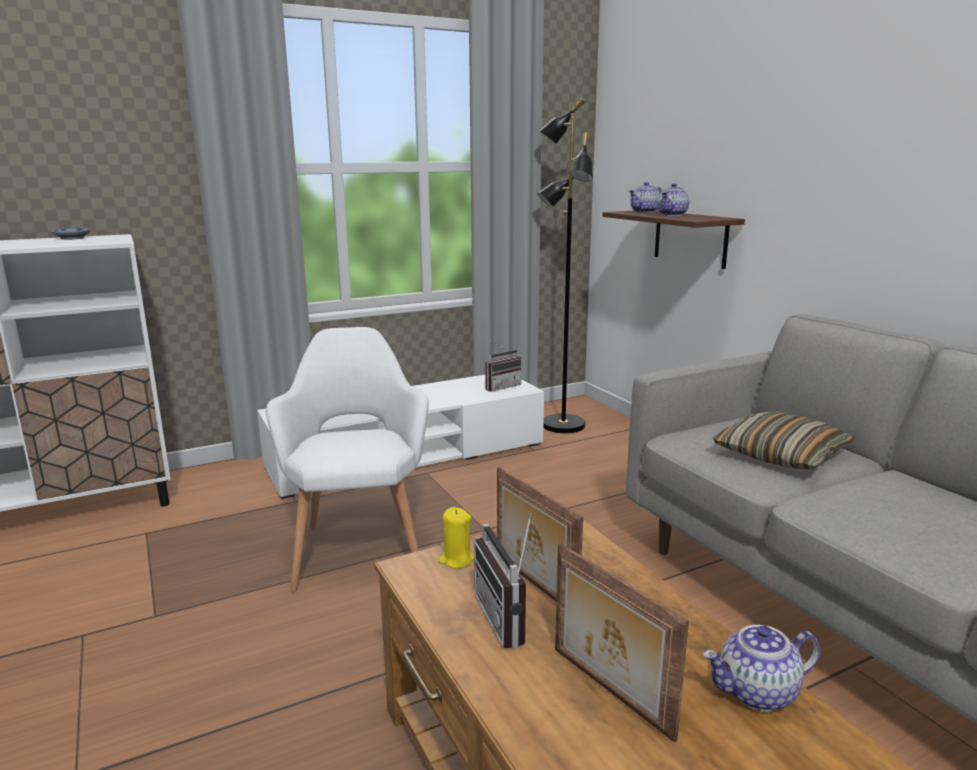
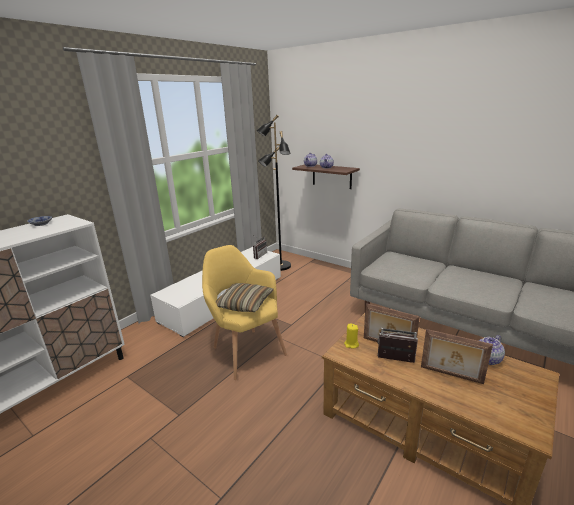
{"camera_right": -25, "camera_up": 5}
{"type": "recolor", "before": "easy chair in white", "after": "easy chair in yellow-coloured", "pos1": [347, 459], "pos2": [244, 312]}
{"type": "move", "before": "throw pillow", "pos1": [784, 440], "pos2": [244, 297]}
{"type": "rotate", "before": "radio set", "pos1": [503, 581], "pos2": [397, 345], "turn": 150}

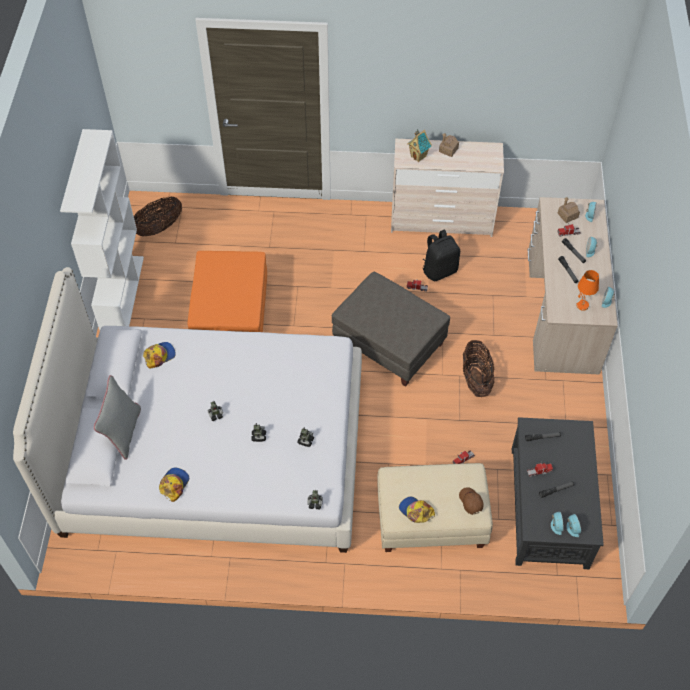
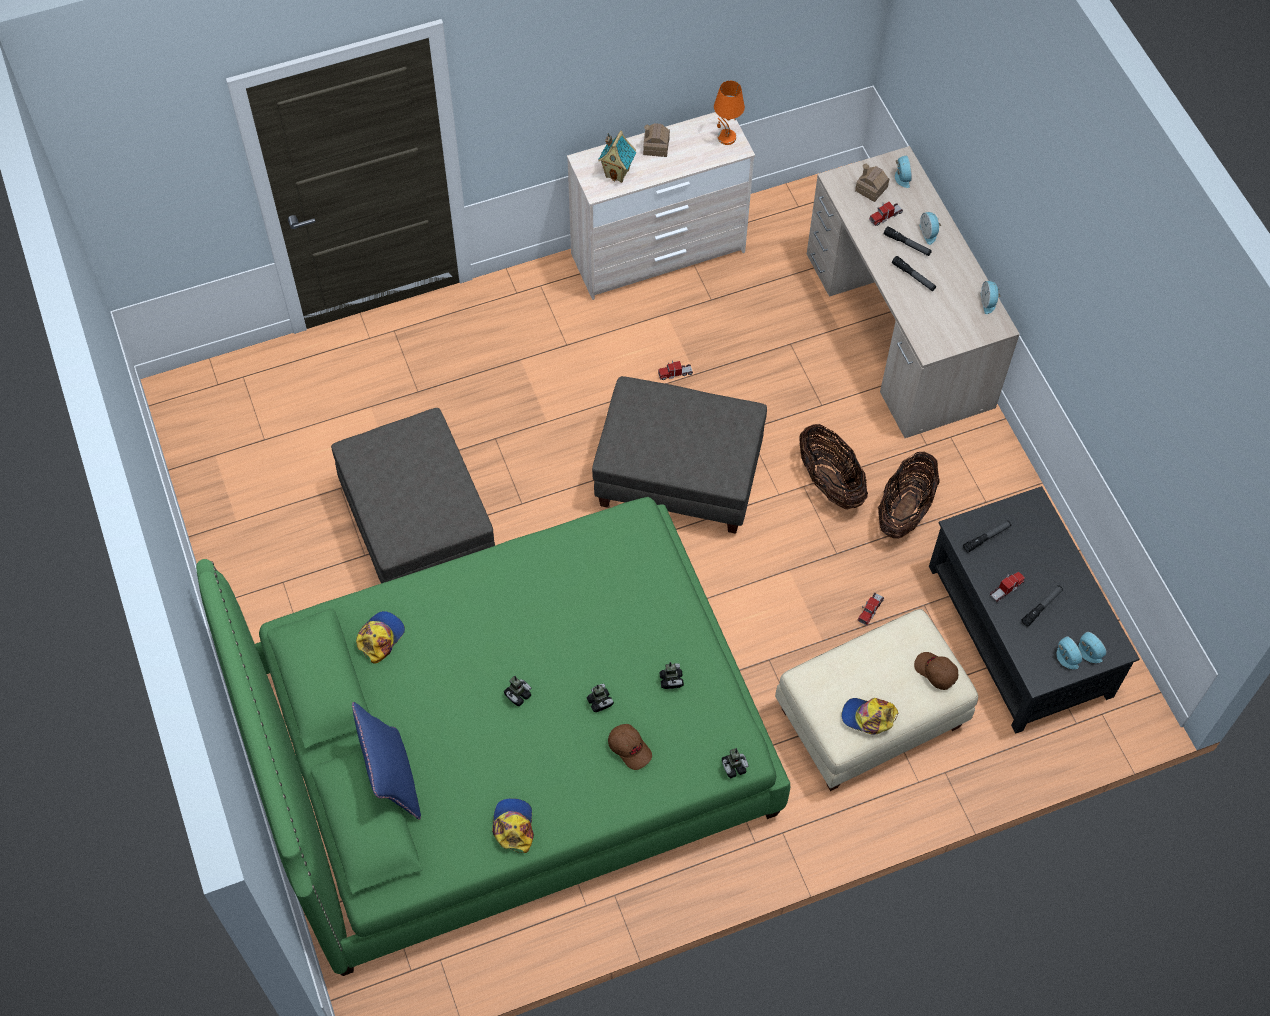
{"camera_right": -25, "camera_up": 5}
{"type": "recolor", "before": "bedroom bed in white", "after": "bedroom bed in green", "pos1": [187, 410], "pos2": [493, 736]}
{"type": "recolor", "before": "footrest in orange", "after": "footrest in grey", "pos1": [227, 291], "pos2": [413, 495]}
{"type": "recolor", "before": "throw pillow in grey", "after": "throw pillow in bluish", "pos1": [117, 417], "pos2": [386, 761]}
{"type": "insert", "after": "baseball cap in brown-coloured", "pos2": [630, 747]}
{"type": "move", "before": "tabletop lamp in orange", "pos1": [587, 290], "pos2": [729, 113]}
{"type": "move", "before": "household basket", "pos1": [158, 216], "pos2": [909, 495]}
{"type": "delete", "before": "bookcase in white", "pos1": [102, 229]}
{"type": "delete", "before": "knapsack in blackish", "pos1": [441, 255]}

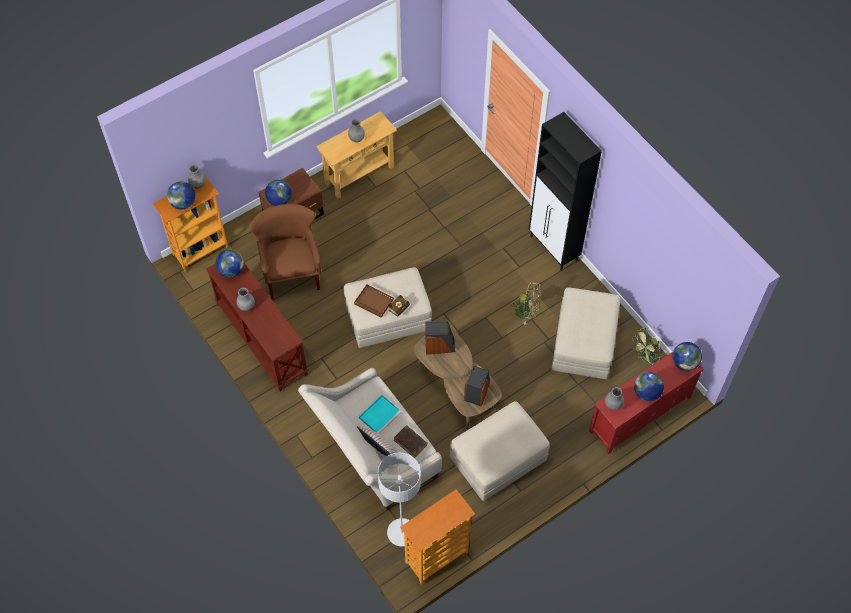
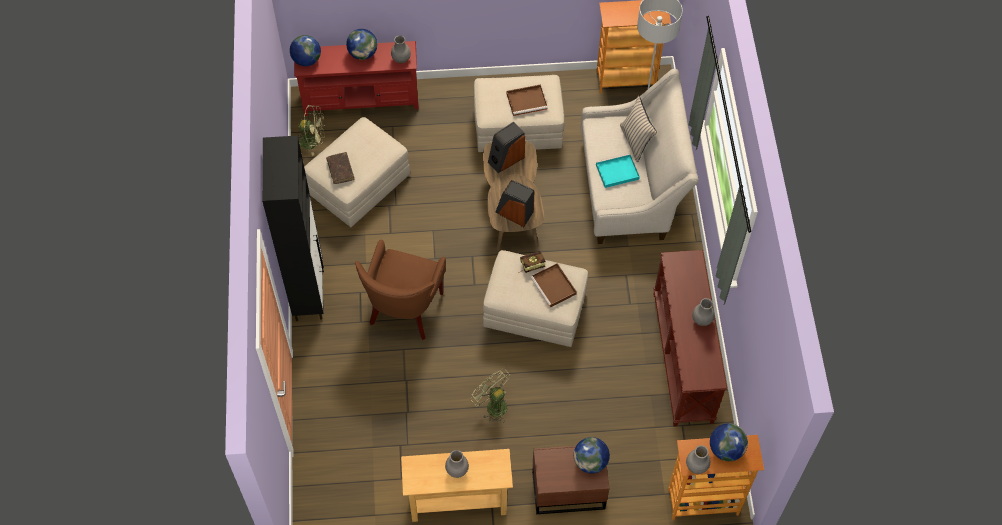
{"camera_right": -150, "camera_up": 0}
{"type": "move", "before": "bound book in brown-coloured", "pos1": [411, 441], "pos2": [340, 168]}
{"type": "move", "before": "easy chair in brown-coloured", "pos1": [285, 251], "pos2": [400, 290]}
{"type": "move", "before": "cooling fan in green", "pos1": [526, 303], "pos2": [490, 396]}
{"type": "insert", "after": "serving tray in brown-coloured", "pos2": [527, 100]}
{"type": "delete", "before": "desk globe", "pos1": [230, 263]}

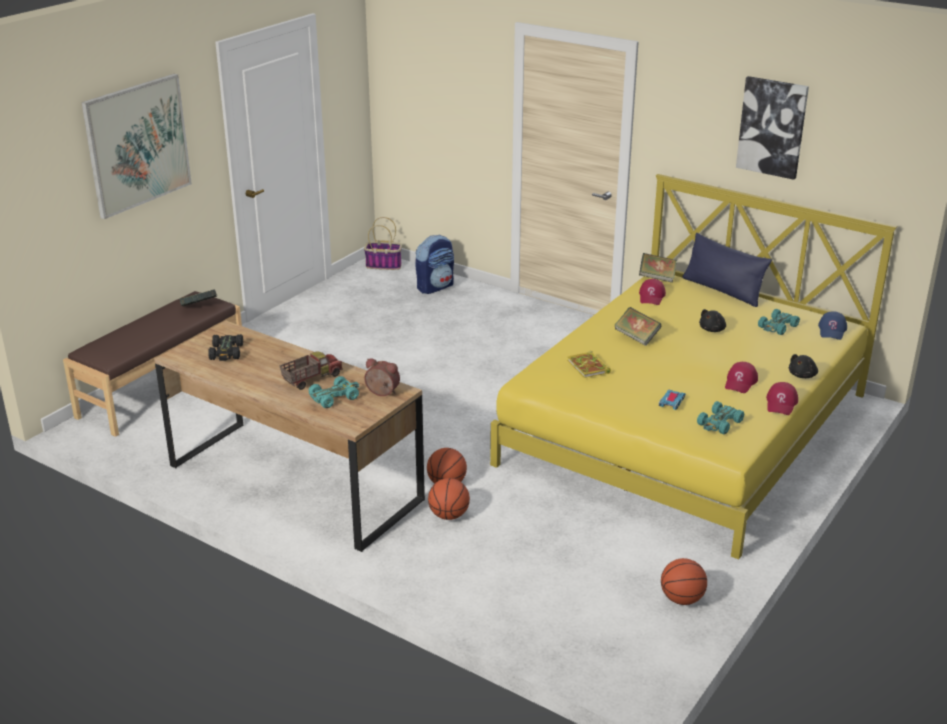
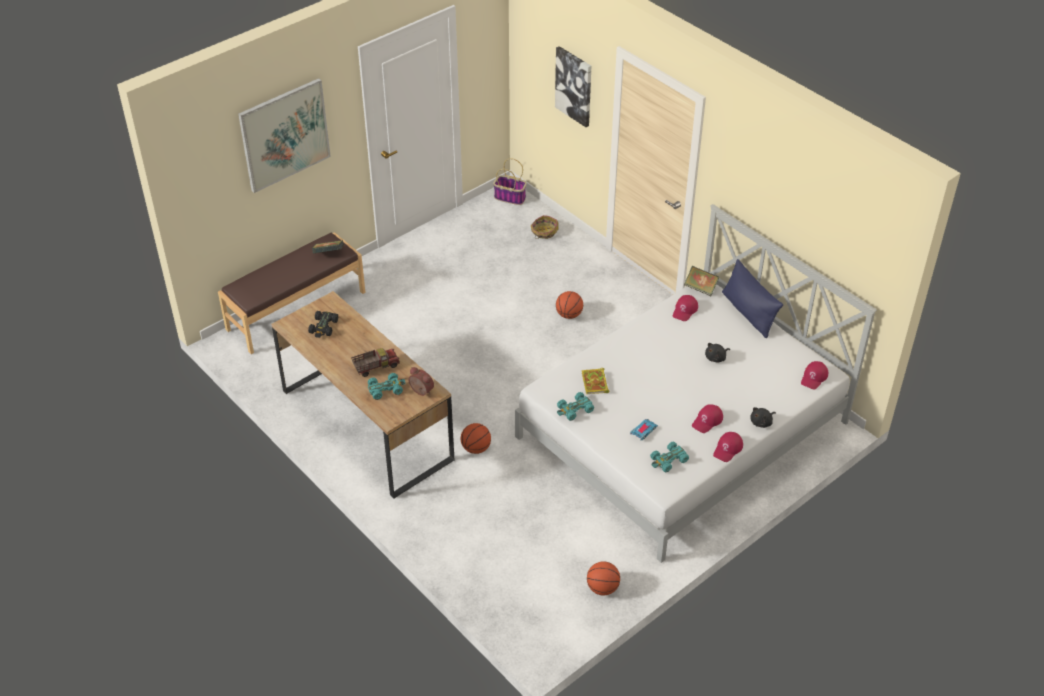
{"camera_right": 15, "camera_up": 15}
{"type": "recolor", "before": "bedroom bed in yellow-coloured", "after": "bedroom bed in white", "pos1": [693, 366], "pos2": [696, 383]}
{"type": "replace", "before": "knapsack", "after": "household basket", "pos1": [434, 264], "pos2": [545, 227]}
{"type": "move", "before": "picture", "pos1": [772, 128], "pos2": [573, 86]}
{"type": "move", "before": "basketball", "pos1": [449, 499], "pos2": [569, 305]}
{"type": "move", "before": "model car in turquoise", "pos1": [779, 322], "pos2": [575, 406]}
{"type": "recolor", "before": "baseball cap in bluish", "after": "baseball cap in red-coloured", "pos1": [832, 325], "pos2": [814, 375]}
{"type": "delete", "before": "bound book", "pos1": [638, 326]}

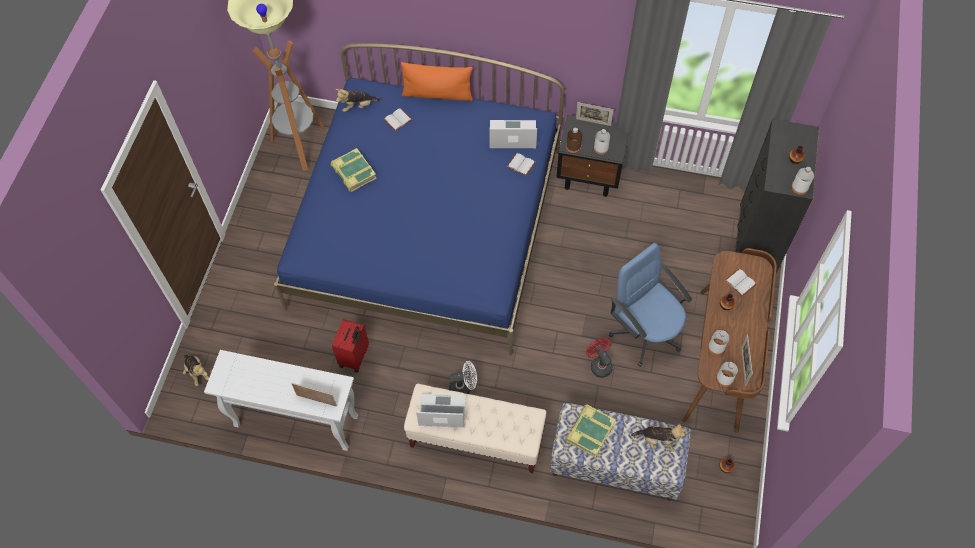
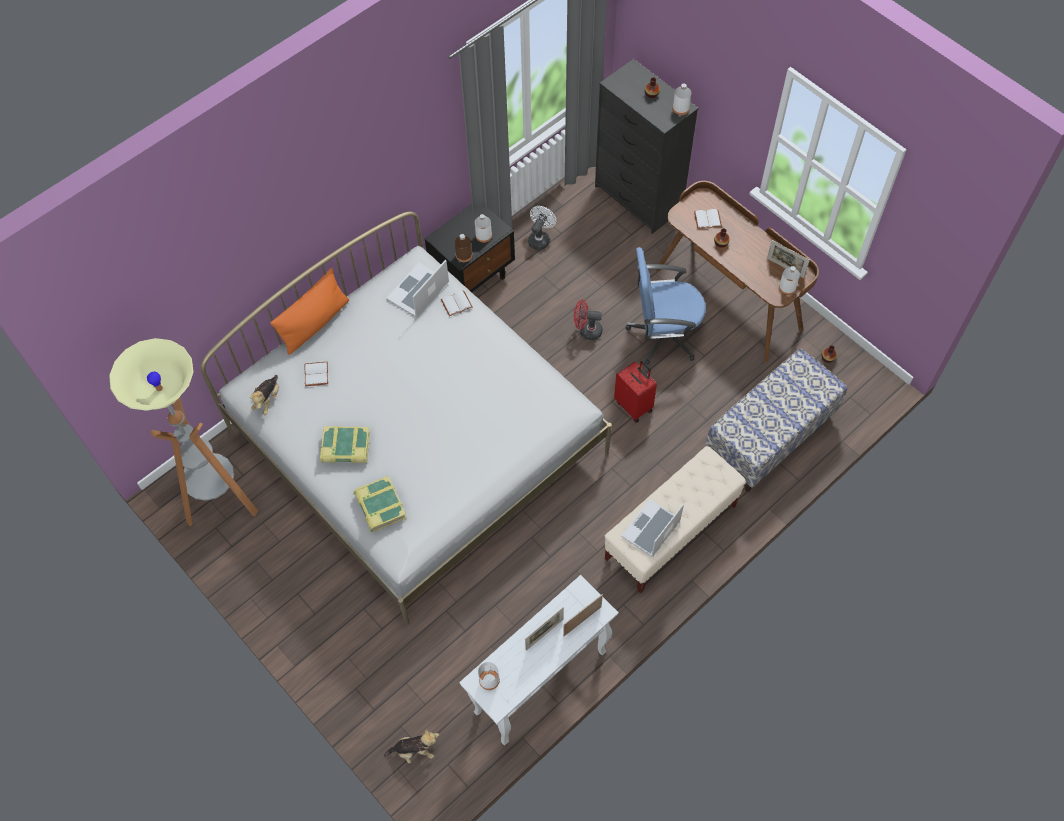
{"camera_right": -55, "camera_up": 0}
{"type": "recolor", "before": "bedroom bed in bluish", "after": "bedroom bed in white", "pos1": [419, 199], "pos2": [406, 418]}
{"type": "move", "before": "bound book", "pos1": [590, 431], "pos2": [380, 504]}
{"type": "move", "before": "beverage bottle in white", "pos1": [718, 342], "pos2": [489, 676]}
{"type": "move", "before": "standing frame", "pos1": [595, 114], "pos2": [544, 629]}
{"type": "move", "before": "cooling fan in white", "pos1": [463, 377], "pos2": [542, 228]}
{"type": "move", "before": "cooling fan in red-coloured", "pos1": [599, 358], "pos2": [588, 319]}
{"type": "move", "before": "piece of luggage in red-coloured", "pos1": [350, 346], "pos2": [635, 391]}
{"type": "delete", "before": "soft toy", "pos1": [659, 438]}

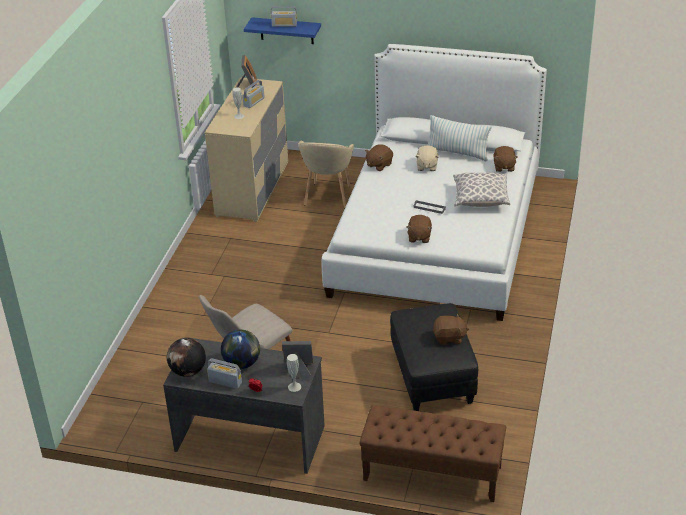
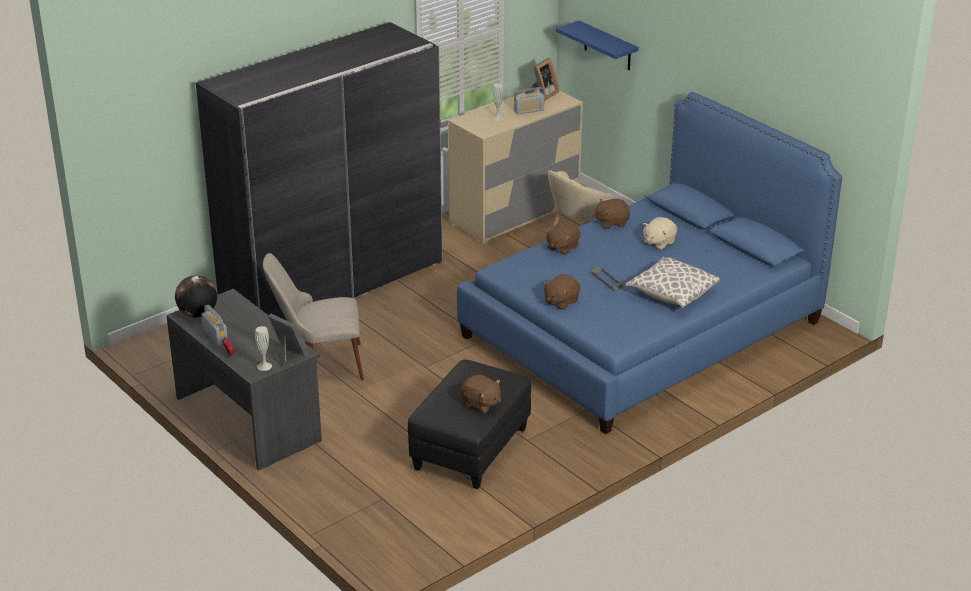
{"camera_right": 35, "camera_up": -5}
{"type": "insert", "after": "clothes cupboard in grey", "pos2": [319, 171]}
{"type": "recolor", "before": "bedroom bed in white", "after": "bedroom bed in bluish", "pos1": [434, 182], "pos2": [649, 263]}
{"type": "move", "before": "soft toy in brown-coloured", "pos1": [506, 159], "pos2": [563, 238]}
{"type": "delete", "before": "desk globe", "pos1": [240, 349]}
{"type": "delete", "before": "radio set", "pos1": [284, 16]}
{"type": "delete", "before": "indoor bench in brown-coloured", "pos1": [432, 453]}
{"type": "delete", "before": "throw pillow", "pos1": [460, 138]}

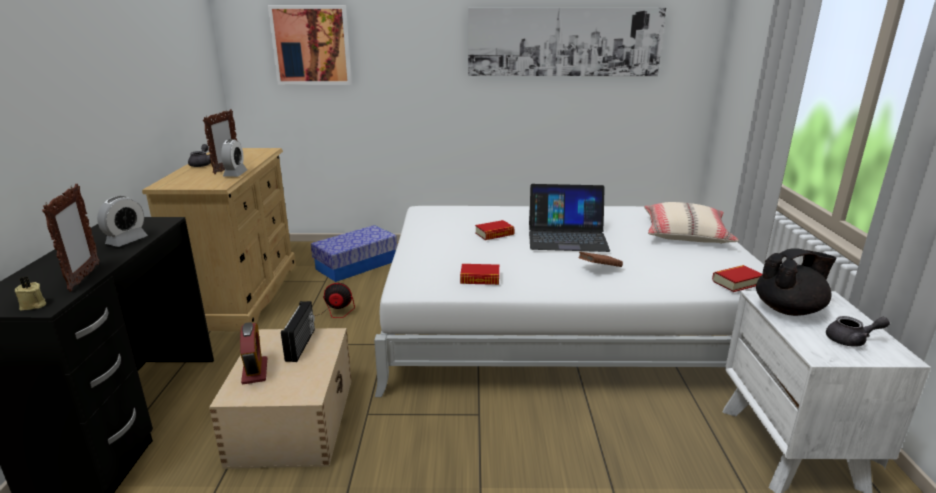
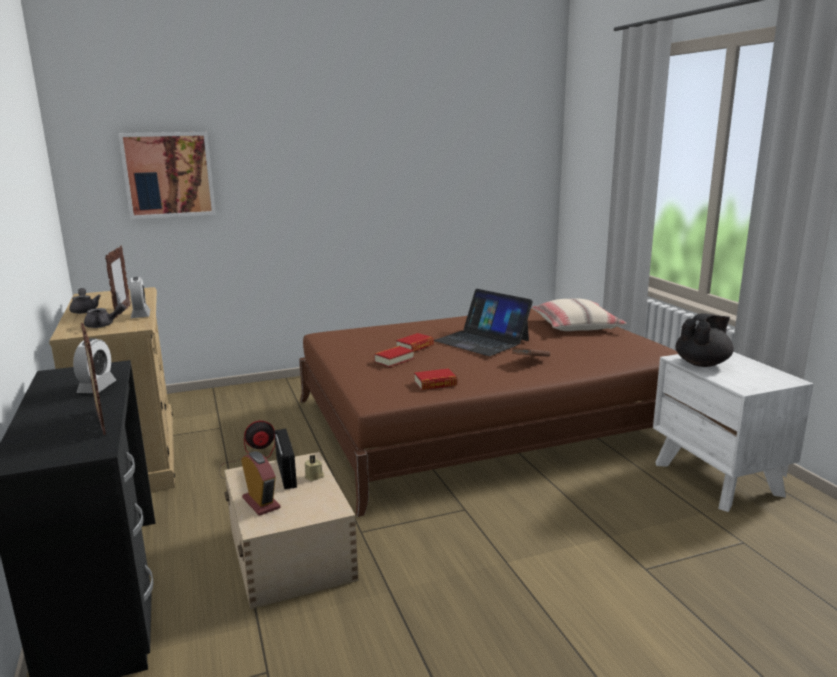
{"camera_right": -20, "camera_up": -5}
{"type": "move", "before": "tea pot in grey", "pos1": [858, 331], "pos2": [105, 315]}
{"type": "recolor", "before": "bedroom bed in white", "after": "bedroom bed in brown-coloured", "pos1": [569, 301], "pos2": [488, 412]}
{"type": "move", "before": "wax candle in beige", "pos1": [30, 293], "pos2": [314, 468]}
{"type": "move", "before": "bound book", "pos1": [737, 278], "pos2": [394, 356]}
{"type": "rotate", "before": "laptop", "pos1": [569, 218], "pos2": [483, 322], "turn": 60}
{"type": "delete", "before": "storage container", "pos1": [354, 253]}
{"type": "delete", "before": "picture", "pos1": [567, 42]}

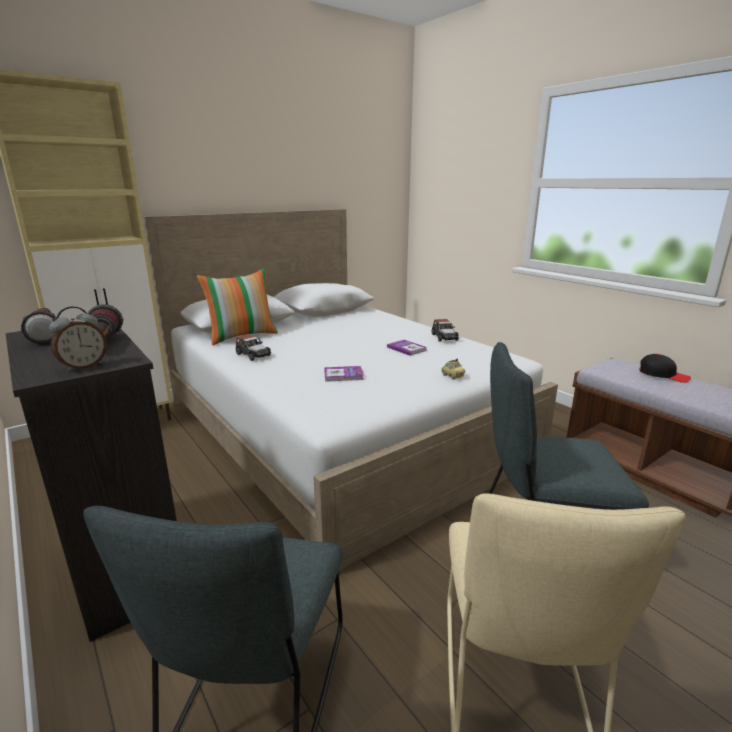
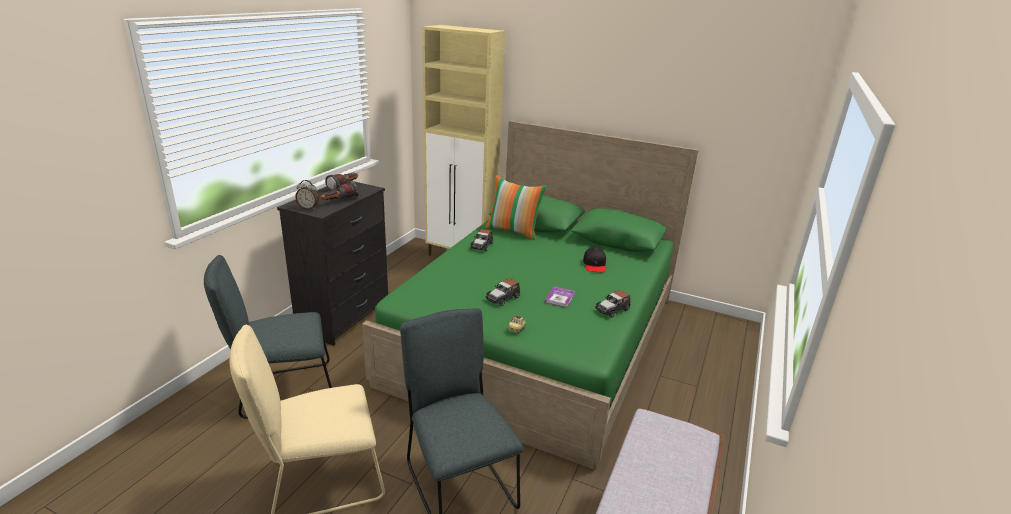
{"camera_right": 60, "camera_up": 5}
{"type": "recolor", "before": "bedroom bed in white", "after": "bedroom bed in green", "pos1": [351, 390], "pos2": [530, 295]}
{"type": "insert", "after": "model car", "pos2": [503, 292]}
{"type": "move", "before": "baseball cap in blackish", "pos1": [665, 368], "pos2": [594, 260]}
{"type": "delete", "before": "bound book", "pos1": [344, 374]}

